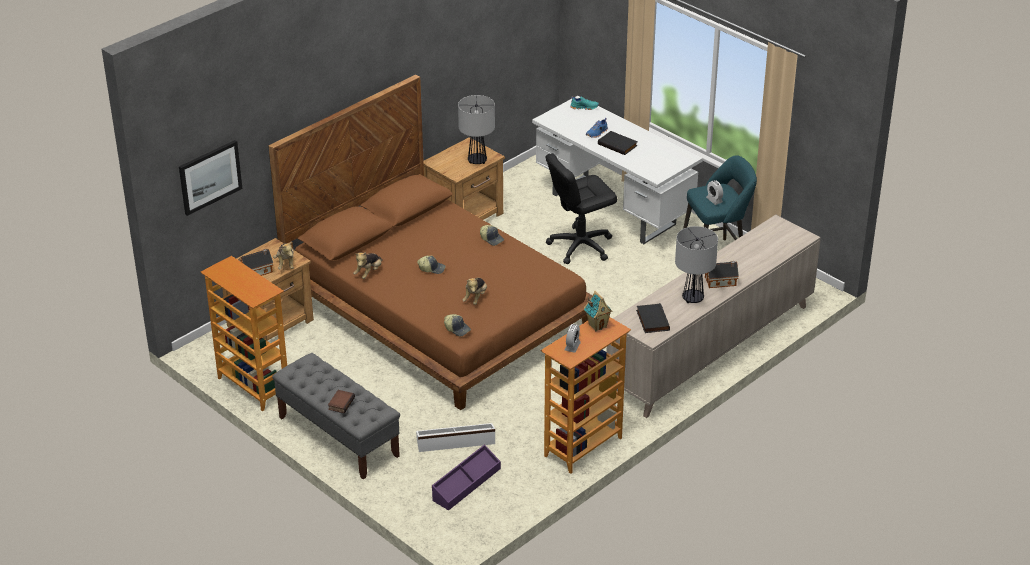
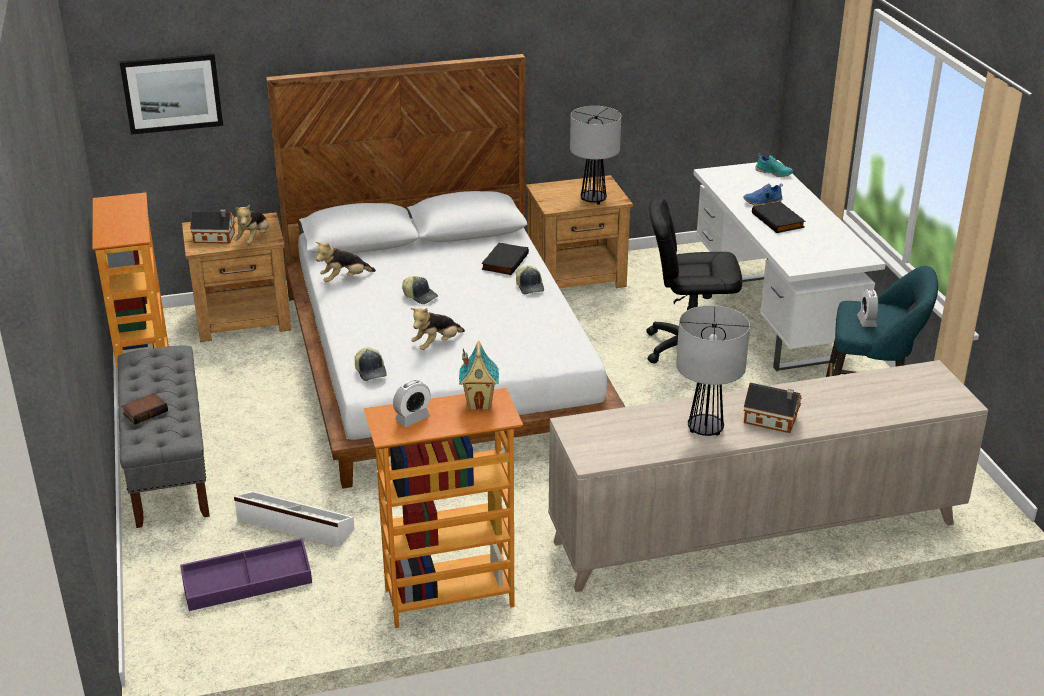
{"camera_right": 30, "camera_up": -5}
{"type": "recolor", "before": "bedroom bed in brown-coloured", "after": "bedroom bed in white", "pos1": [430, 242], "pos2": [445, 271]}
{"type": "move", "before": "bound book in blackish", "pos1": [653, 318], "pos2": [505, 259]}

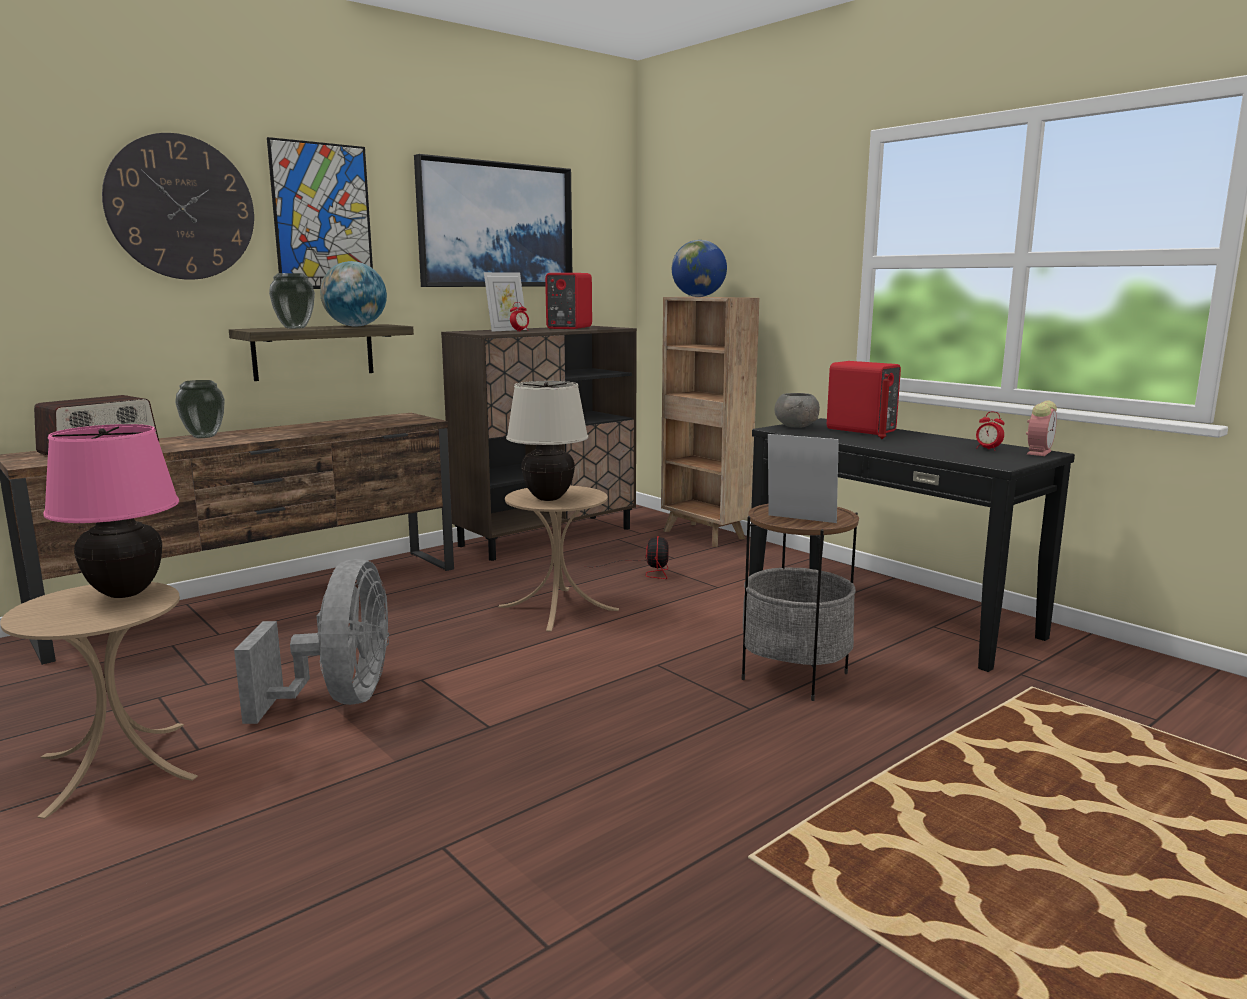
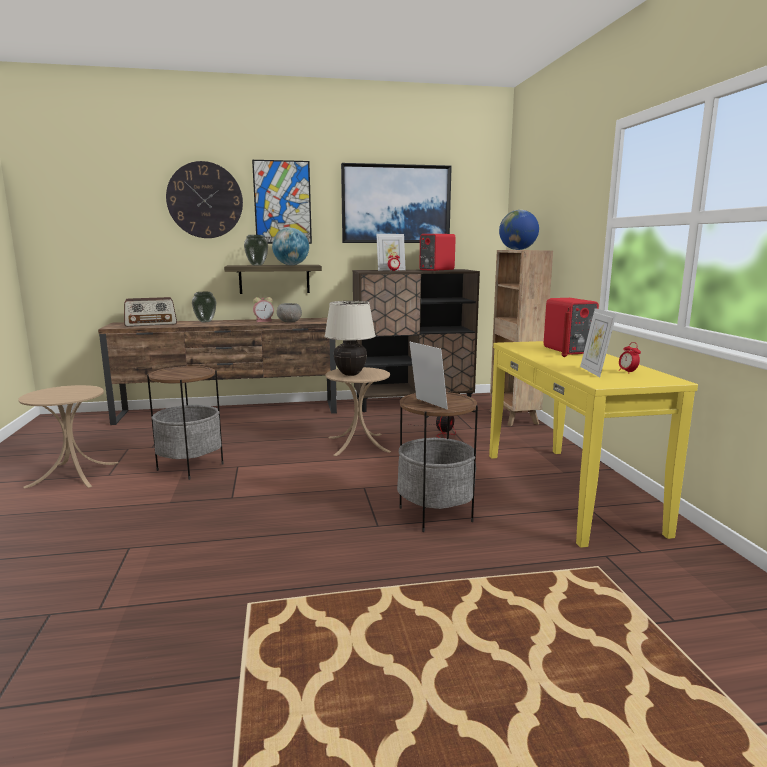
{"camera_right": 30, "camera_up": 0}
{"type": "replace", "before": "cooling fan in grey", "after": "accent table", "pos1": [311, 641], "pos2": [185, 423]}
{"type": "move", "before": "bedside clock", "pos1": [1041, 428], "pos2": [263, 309]}
{"type": "move", "before": "bowl in grey", "pos1": [797, 410], "pos2": [289, 312]}
{"type": "recolor", "before": "hall table in blackish", "after": "hall table in yellow-coloured", "pos1": [912, 545], "pos2": [593, 444]}
{"type": "insert", "after": "standing frame", "pos2": [598, 342]}
{"type": "delete", "before": "tabletop lamp in pink", "pos1": [111, 511]}

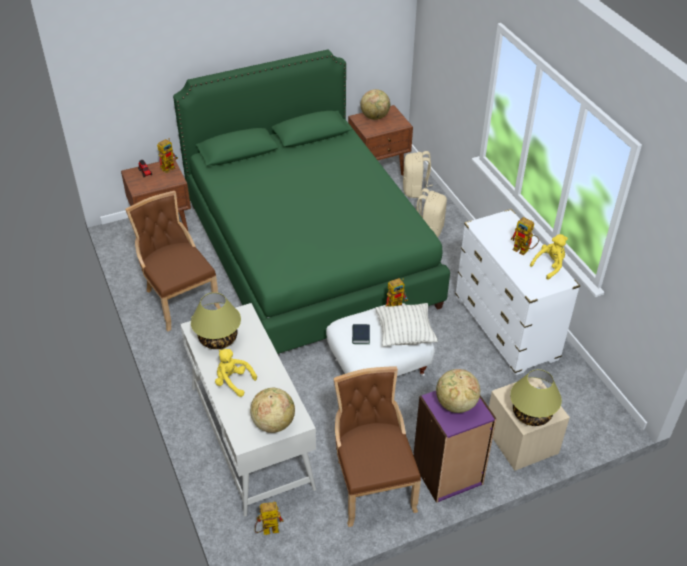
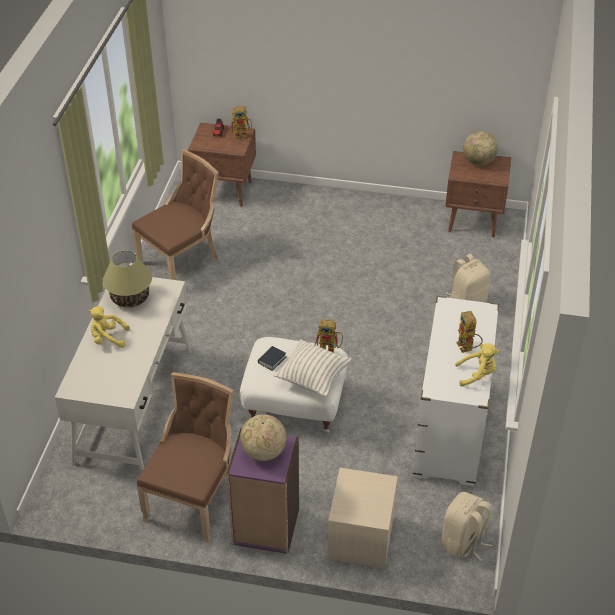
{"camera_right": 35, "camera_up": 0}
{"type": "rotate", "before": "soft toy in yellow-coloured", "pos1": [236, 373], "pos2": [109, 327], "turn": -60}
{"type": "rotate", "before": "upright chair in brown-coloured", "pos1": [173, 261], "pos2": [175, 214], "turn": 45}
{"type": "move", "before": "knapsack in beige", "pos1": [418, 174], "pos2": [467, 526]}
{"type": "delete", "before": "bedroom bed in green", "pos1": [311, 202]}
{"type": "delete", "before": "desk globe", "pos1": [272, 410]}
{"type": "delete", "before": "robot figure", "pos1": [269, 518]}
{"type": "delete", "before": "tabletop lamp", "pos1": [536, 397]}

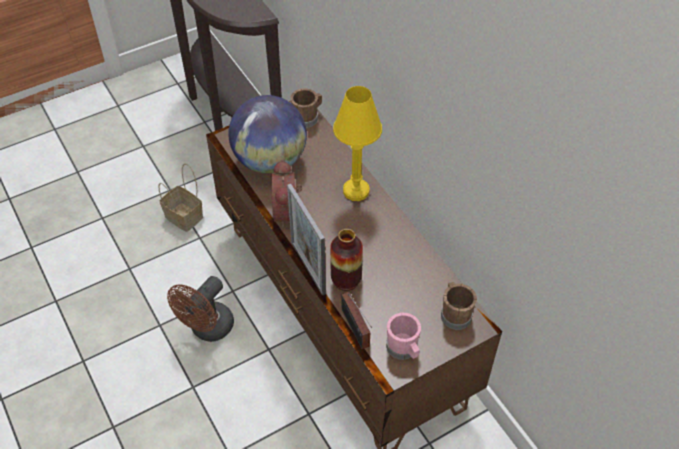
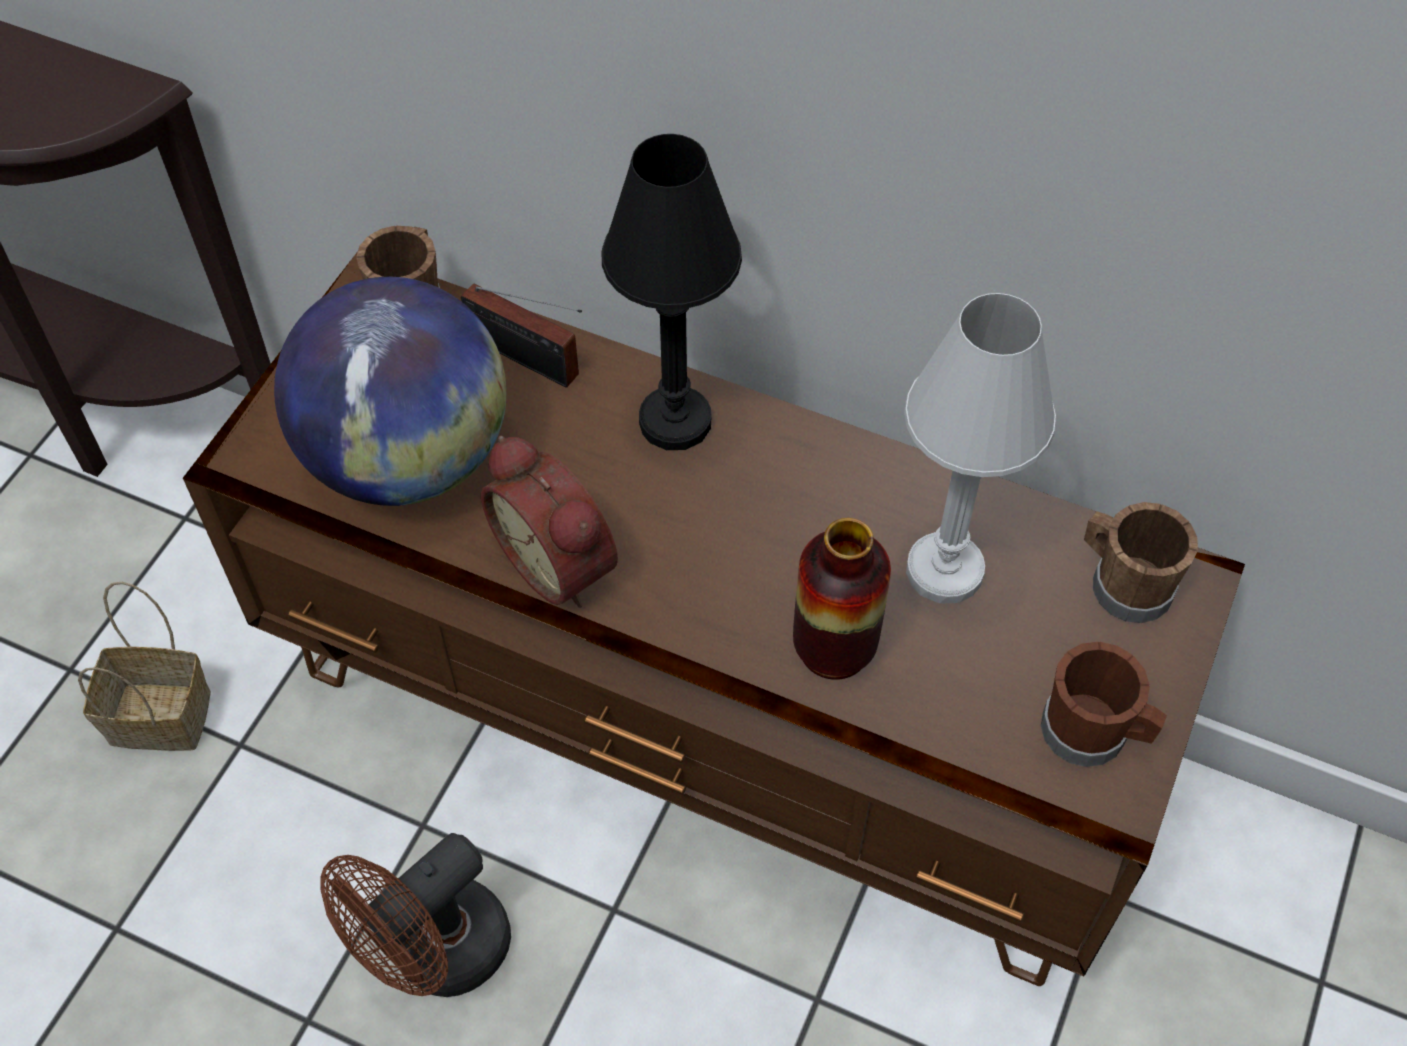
{"camera_right": -35, "camera_up": 5}
{"type": "rotate", "before": "cooling fan in brown-coloured", "pos1": [200, 309], "pos2": [415, 915], "turn": 45}
{"type": "move", "before": "radio set", "pos1": [356, 320], "pos2": [521, 336]}
{"type": "recolor", "before": "tabletop lamp in yellow-coloured", "after": "tabletop lamp in blackish", "pos1": [357, 143], "pos2": [672, 292]}
{"type": "insert", "after": "tabletop lamp in white", "pos2": [980, 448]}
{"type": "recolor", "before": "tea mug in pink", "after": "tea mug in brown-coloured", "pos1": [403, 336], "pos2": [1104, 704]}
{"type": "delete", "before": "standing frame", "pos1": [306, 240]}

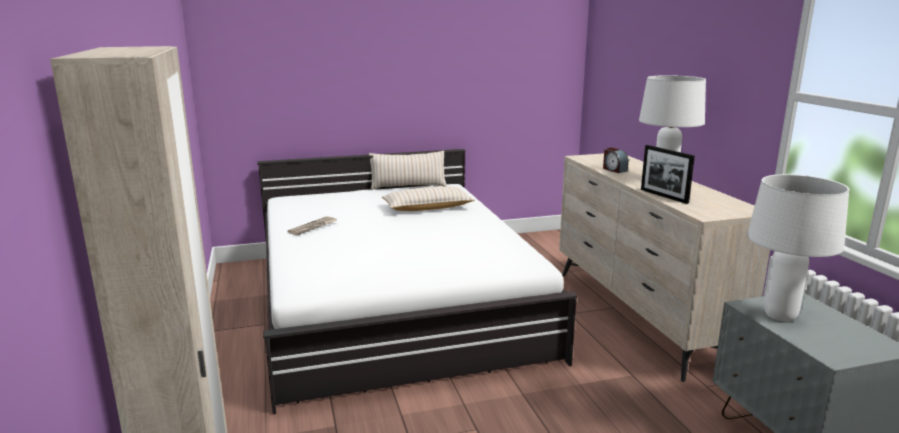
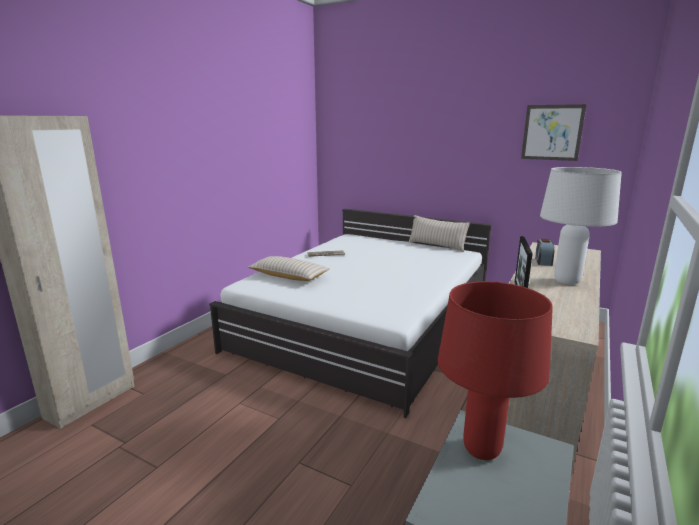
{"camera_right": 45, "camera_up": 0}
{"type": "move", "before": "throw pillow in beige", "pos1": [428, 198], "pos2": [289, 268]}
{"type": "recolor", "before": "tabletop lamp in white", "after": "tabletop lamp in red-coloured", "pos1": [798, 248], "pos2": [495, 370]}
{"type": "insert", "after": "picture", "pos2": [553, 132]}

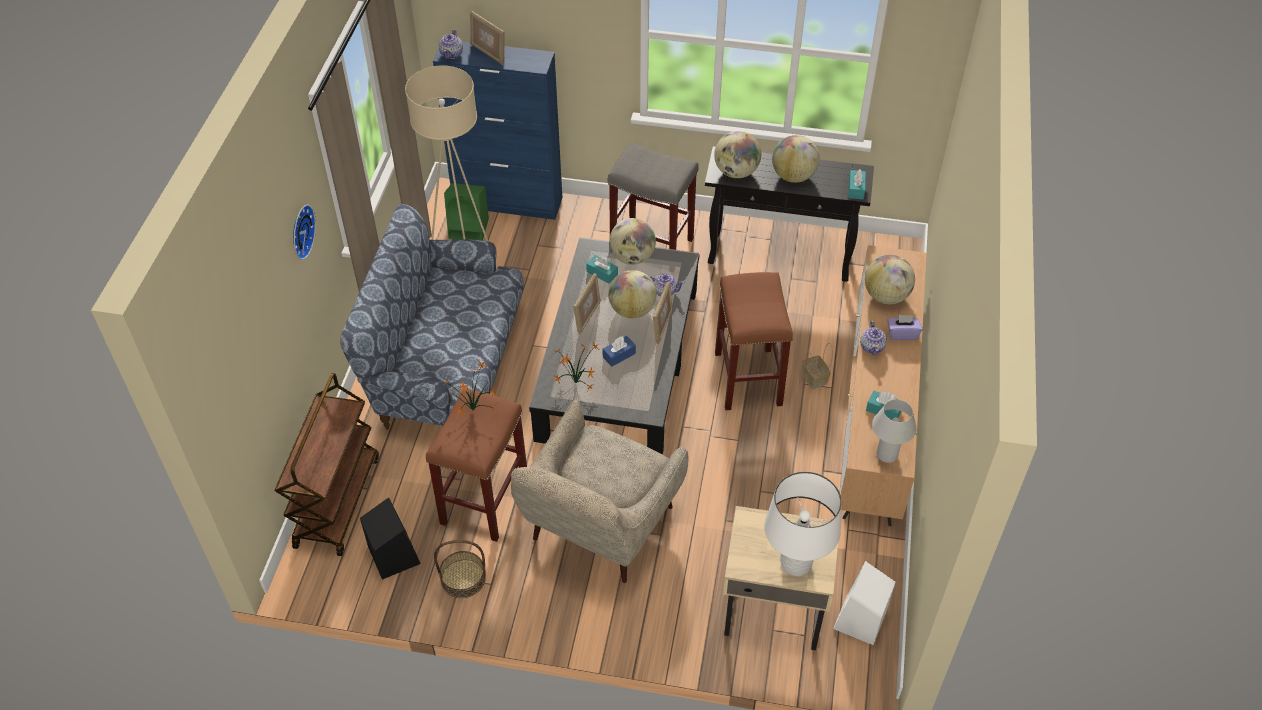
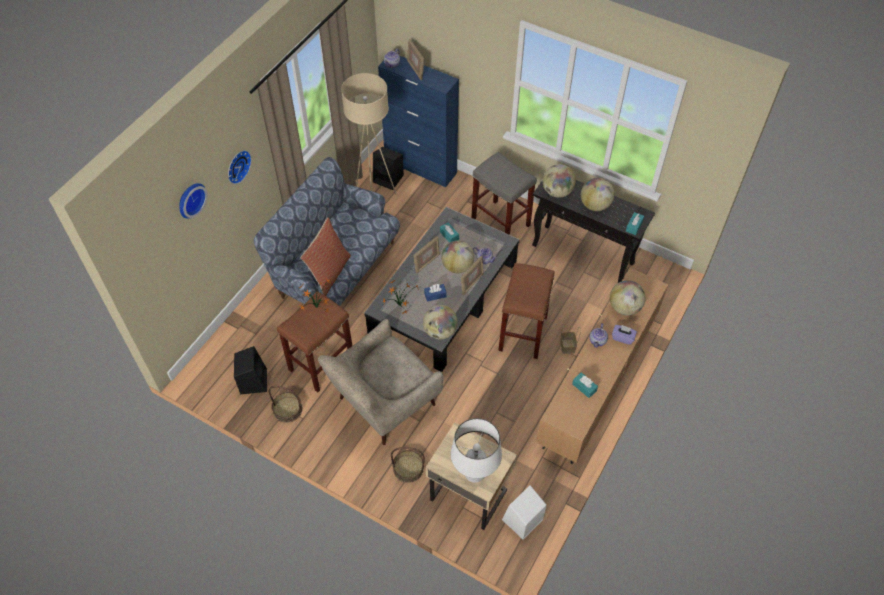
{"camera_right": 20, "camera_up": 5}
{"type": "insert", "after": "wall clock", "pos2": [193, 201]}
{"type": "insert", "after": "throw pillow", "pos2": [326, 256]}
{"type": "recolor", "before": "speaker in green", "after": "speaker in blackish", "pos1": [466, 211], "pos2": [388, 168]}
{"type": "insert", "after": "household basket", "pos2": [408, 465]}
{"type": "move", "before": "desk globe", "pos1": [632, 241], "pos2": [440, 322]}
{"type": "delete", "before": "cart in brown-coloured", "pos1": [327, 464]}
{"type": "delete", "before": "tabletop lamp in white", "pos1": [894, 431]}

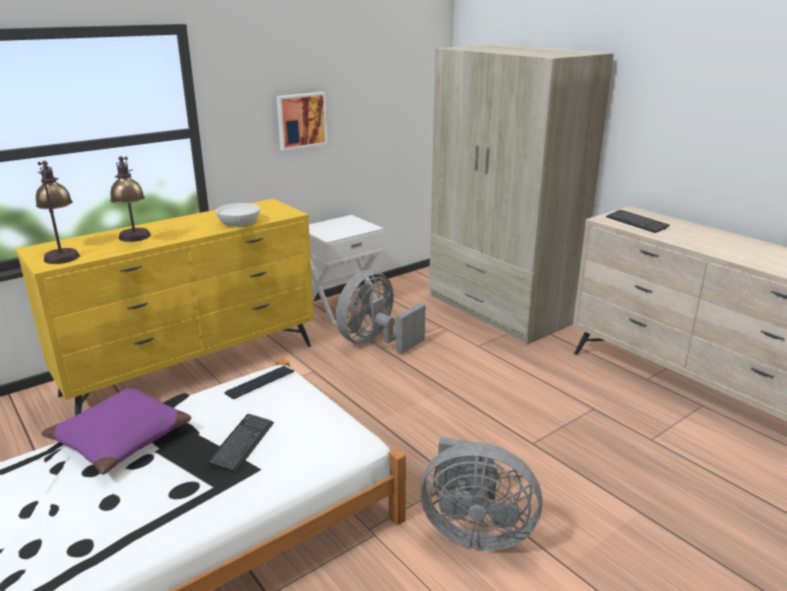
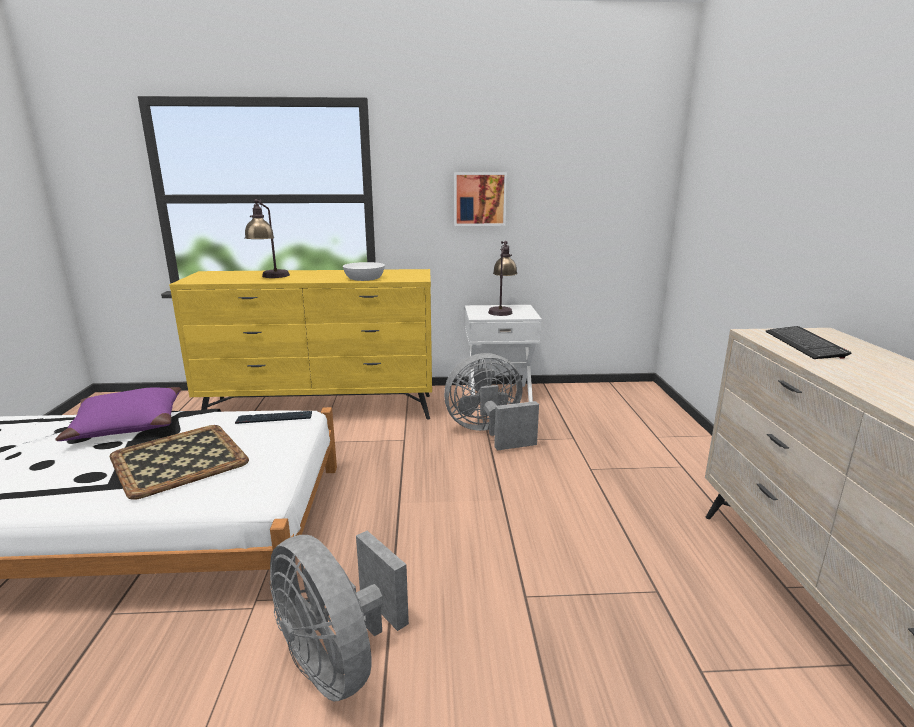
{"camera_right": 35, "camera_up": -5}
{"type": "replace", "before": "computer keyboard", "after": "serving tray", "pos1": [240, 443], "pos2": [179, 462]}
{"type": "move", "before": "tabletop lamp", "pos1": [58, 212], "pos2": [503, 278]}
{"type": "delete", "before": "clothes cupboard in beige", "pos1": [521, 195]}

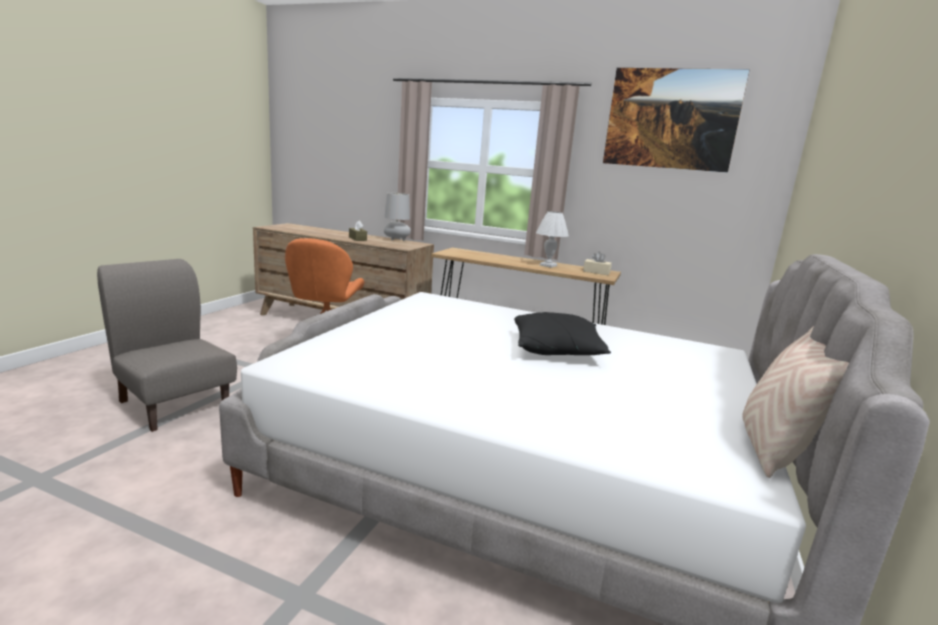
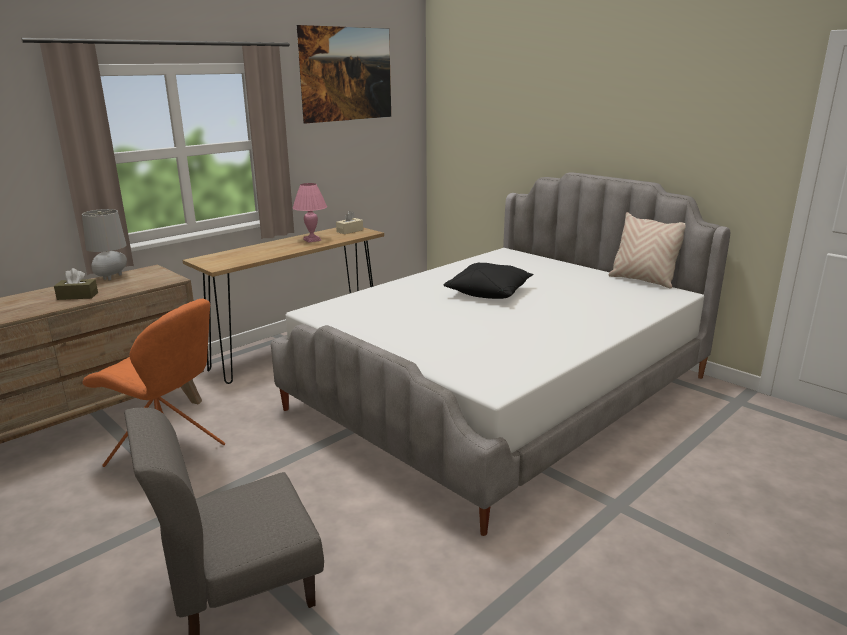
{"camera_right": -65, "camera_up": 5}
{"type": "recolor", "before": "tabletop lamp in white", "after": "tabletop lamp in pink", "pos1": [552, 239], "pos2": [310, 213]}

